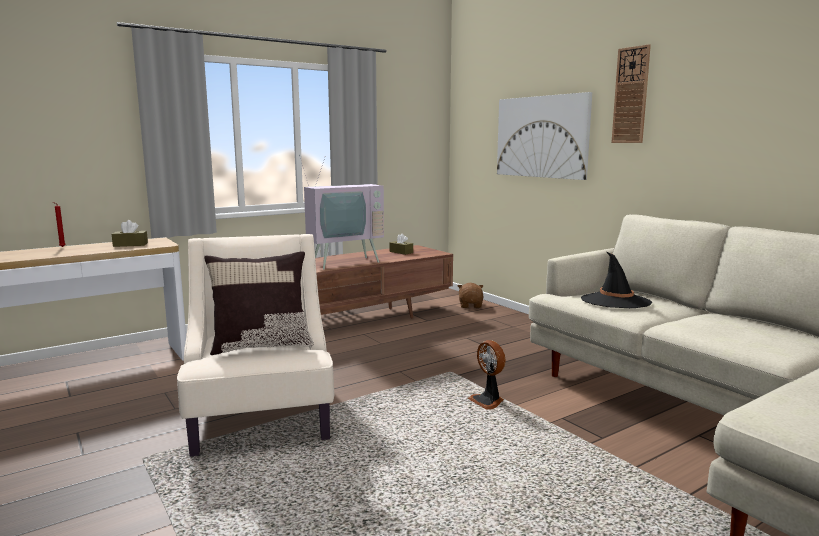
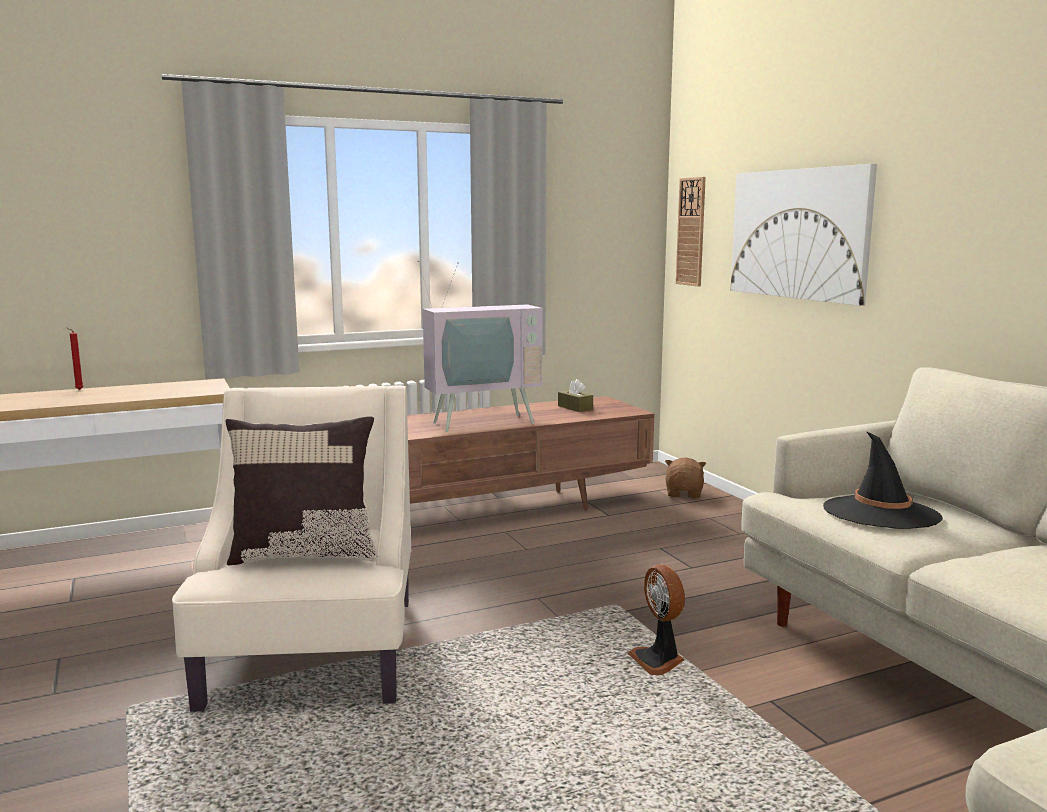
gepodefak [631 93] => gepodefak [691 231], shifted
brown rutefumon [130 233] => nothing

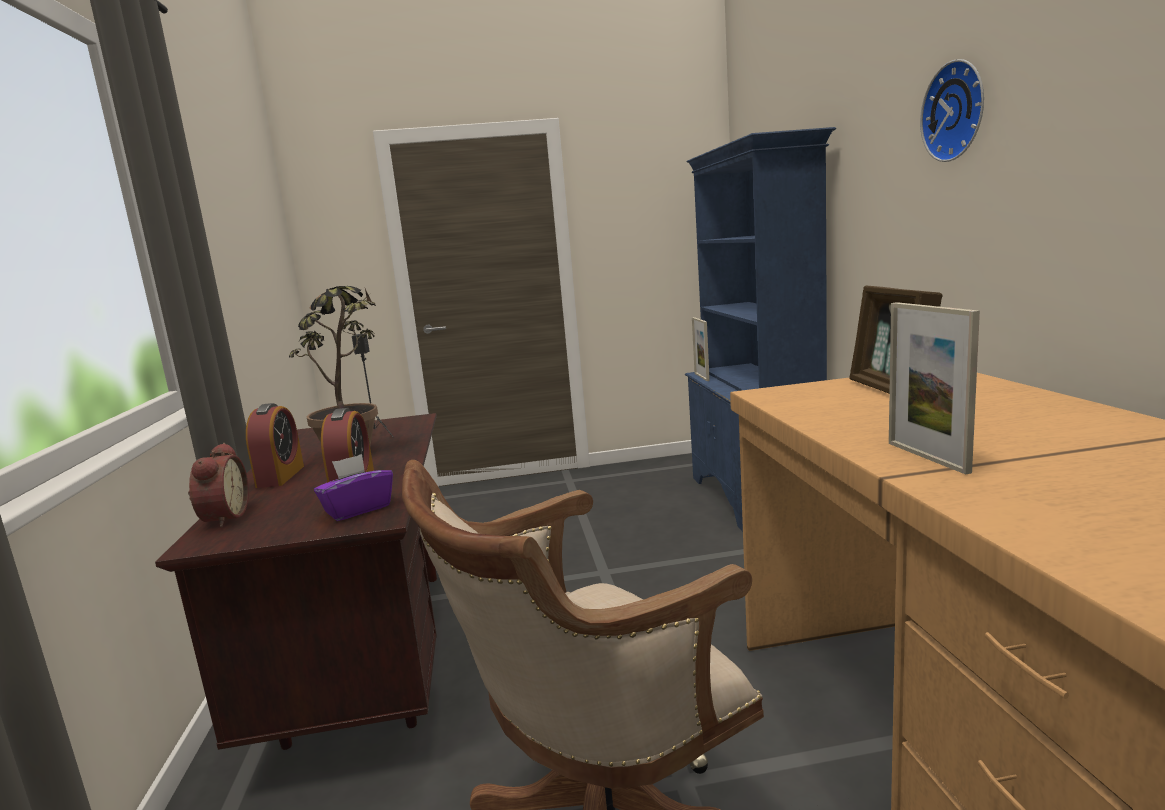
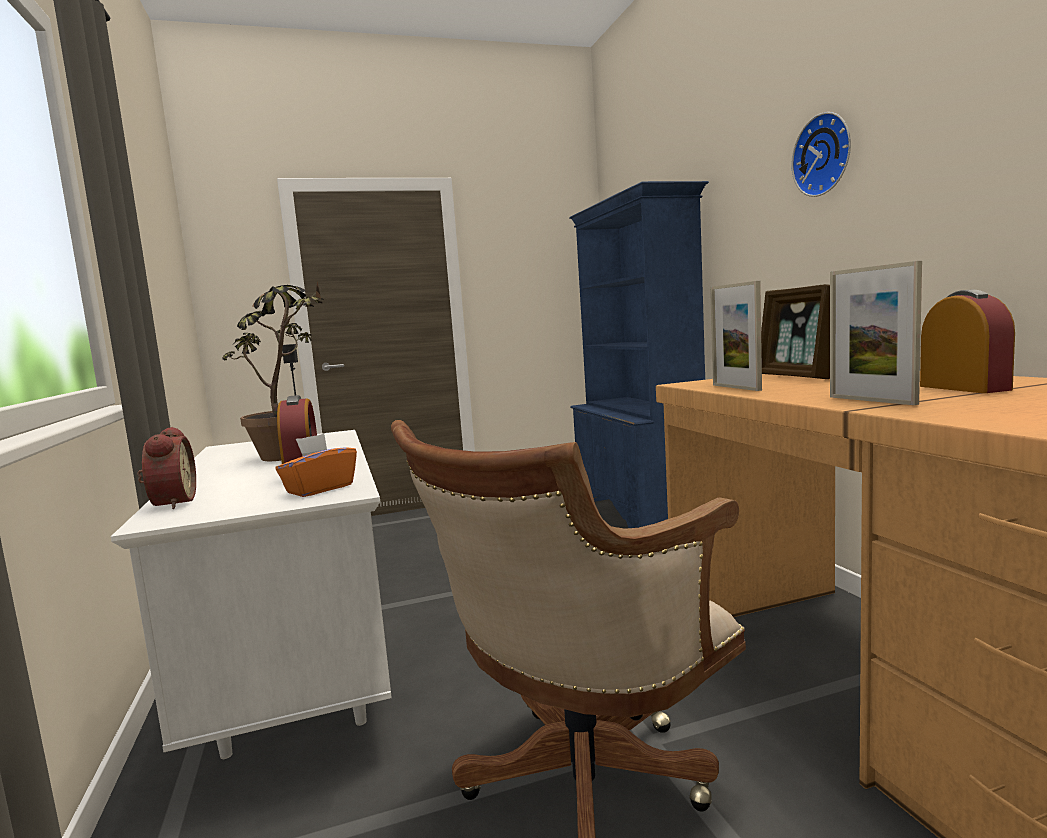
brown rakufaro [296 581] => white rakufaro [251 594]
purple rutefumon [353 487] => orange rutefumon [316 465]
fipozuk [701 349] => fipozuk [736 336], shifted
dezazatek [275 445] => dezazatek [967 341], shifted

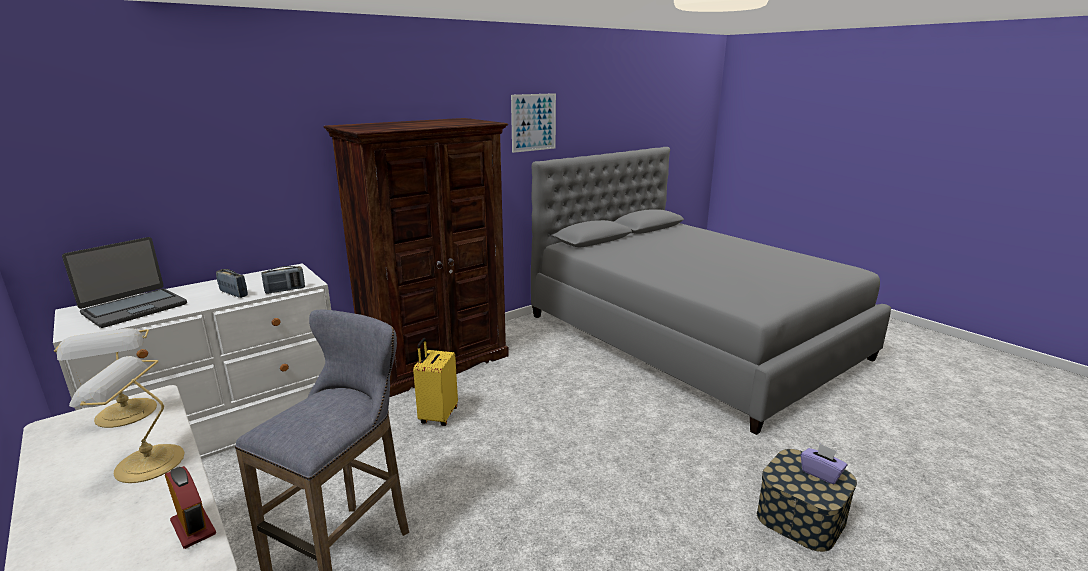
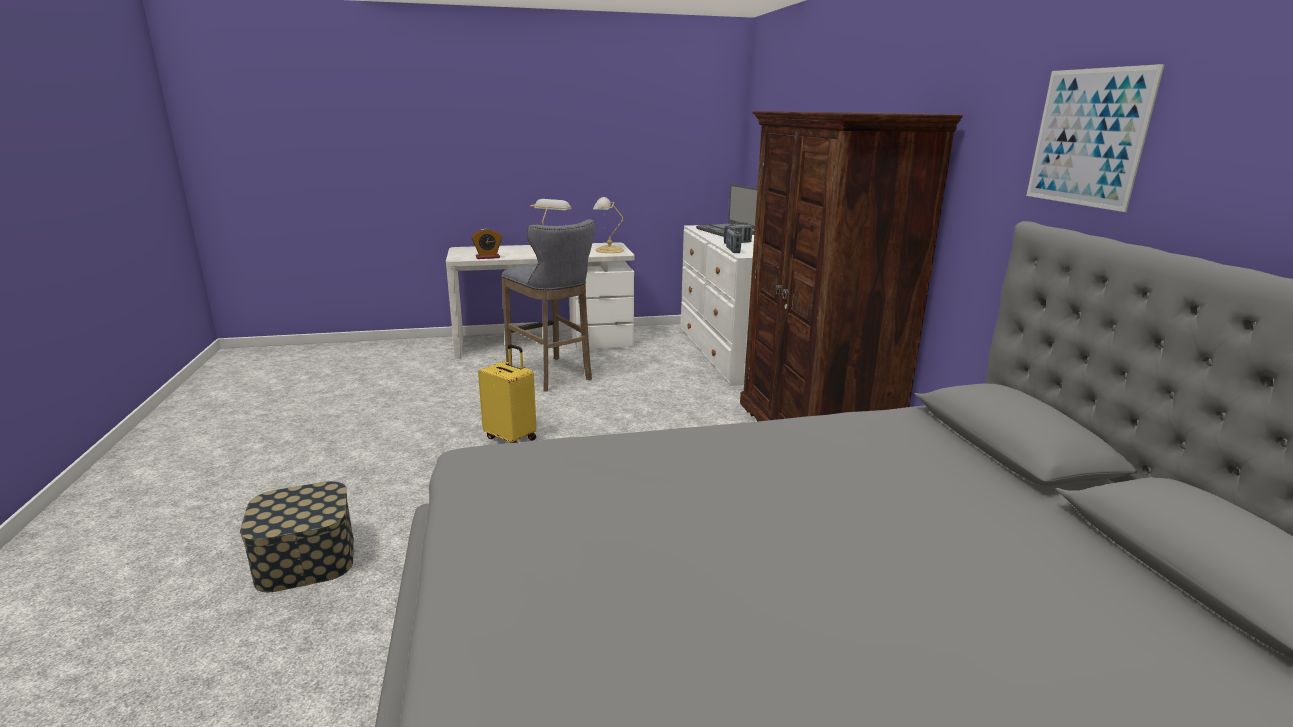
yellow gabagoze [435 382] => yellow gabagoze [507 393], shifted
purple rutefumon [824 464] => nothing

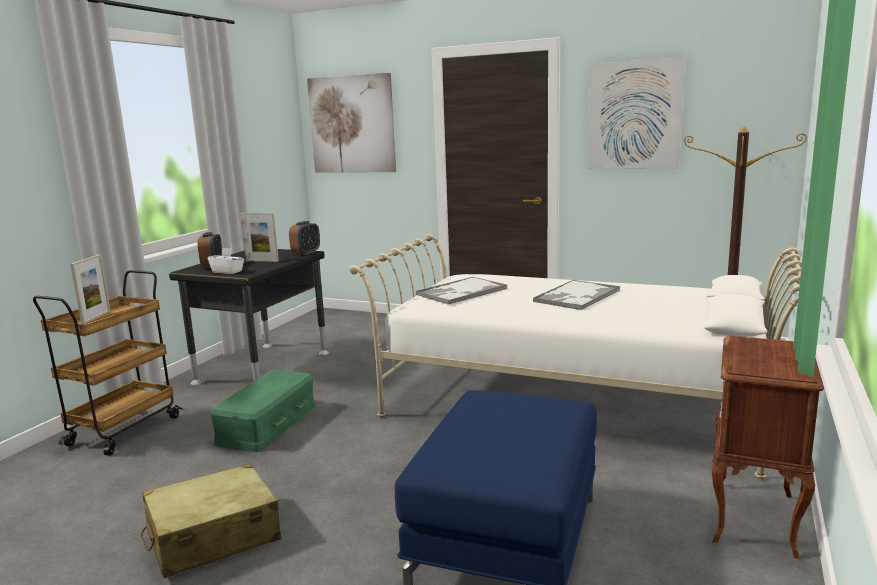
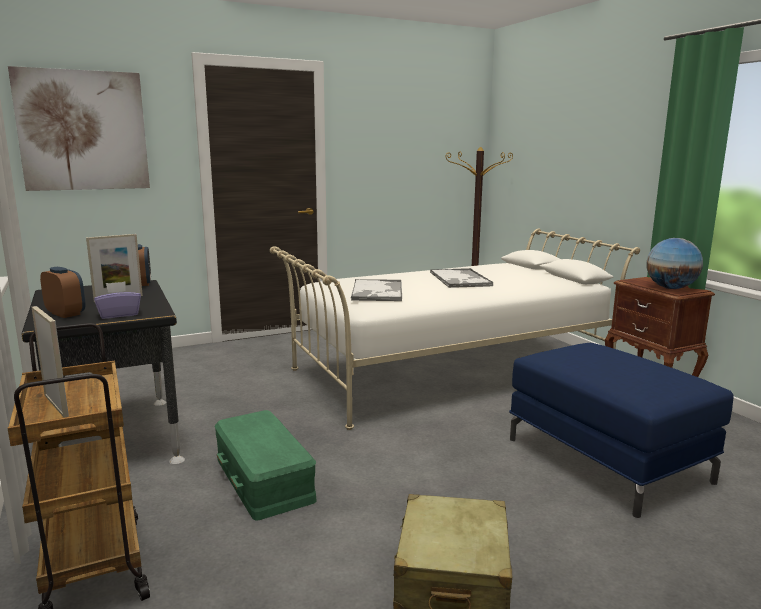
white rutefumon [226 260] => purple rutefumon [117 300]
nothing => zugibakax [674 263]
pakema [636 113] => nothing

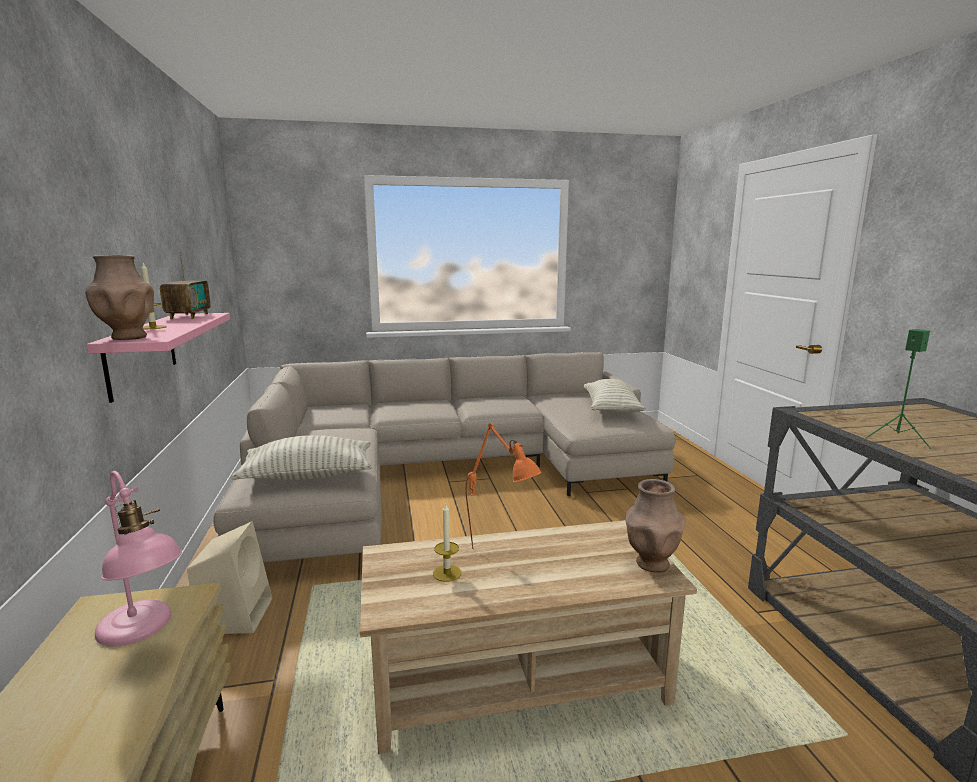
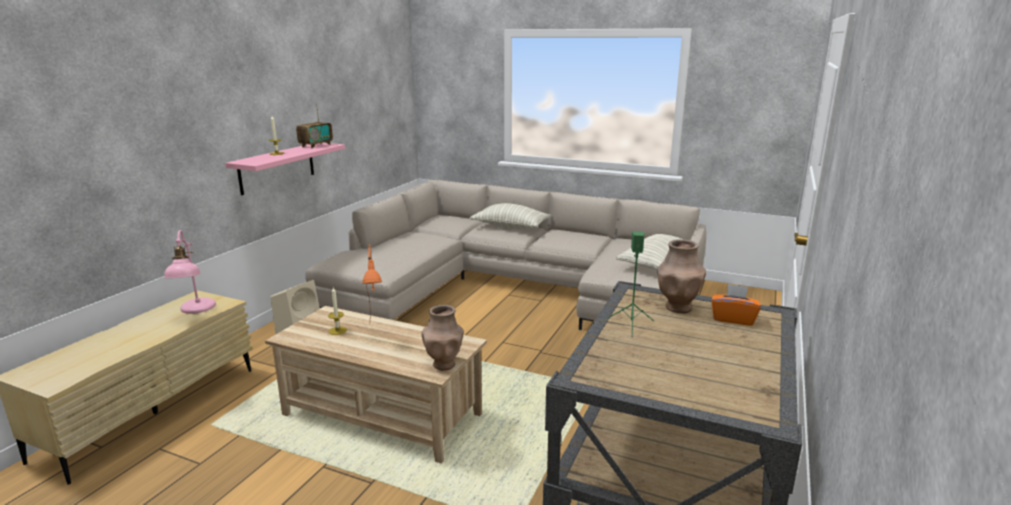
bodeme [302 457] => bodeme [510 216], shifted
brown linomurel [119 297] => brown linomurel [681 276], shifted
nothing => orange rutefumon [736 305]

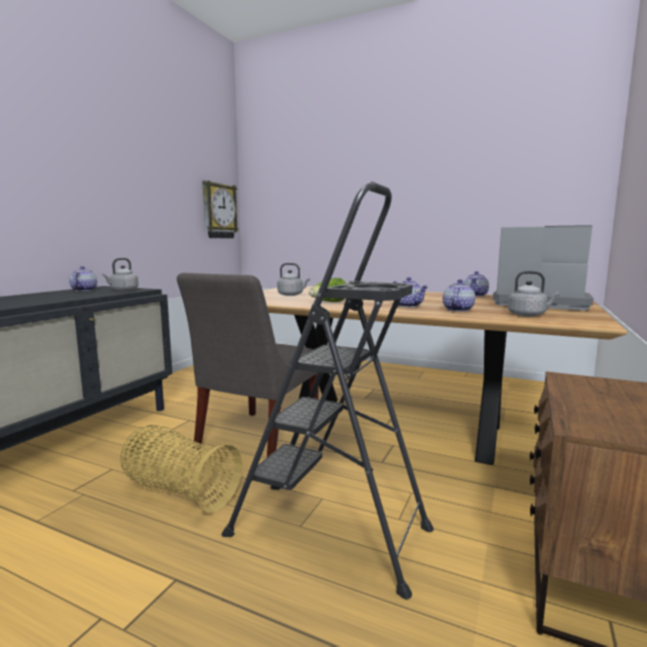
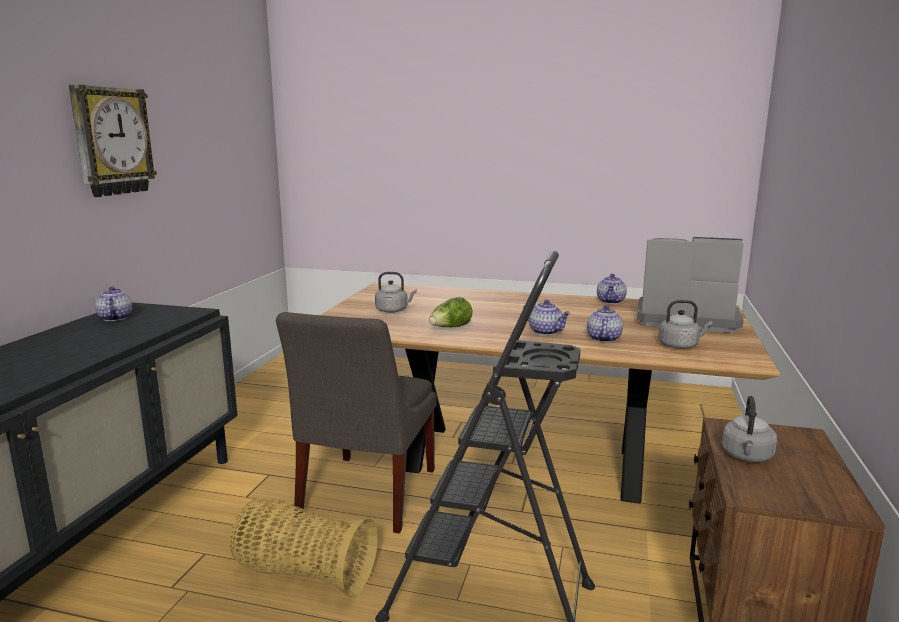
gepodefak [220 209] => gepodefak [113 141], shifted
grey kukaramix [120 274] => grey kukaramix [749 429], shifted

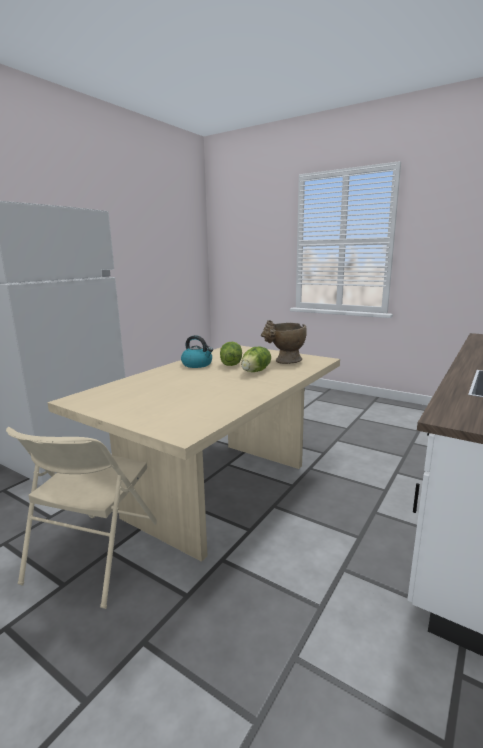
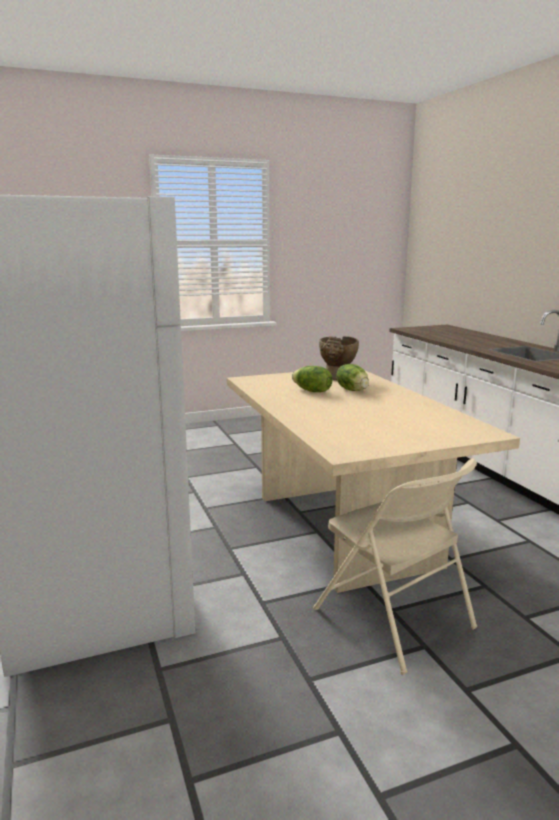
kukaramix [197 351] => nothing

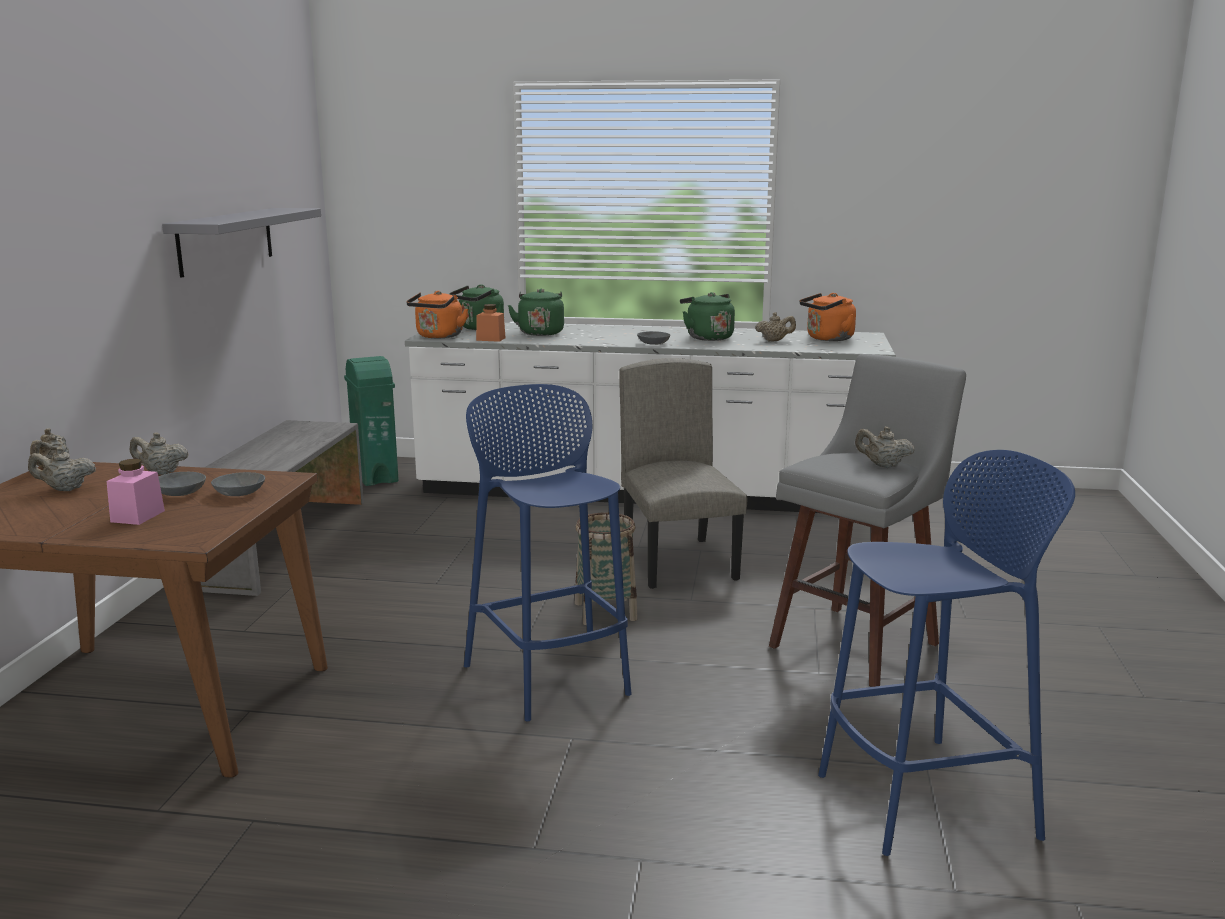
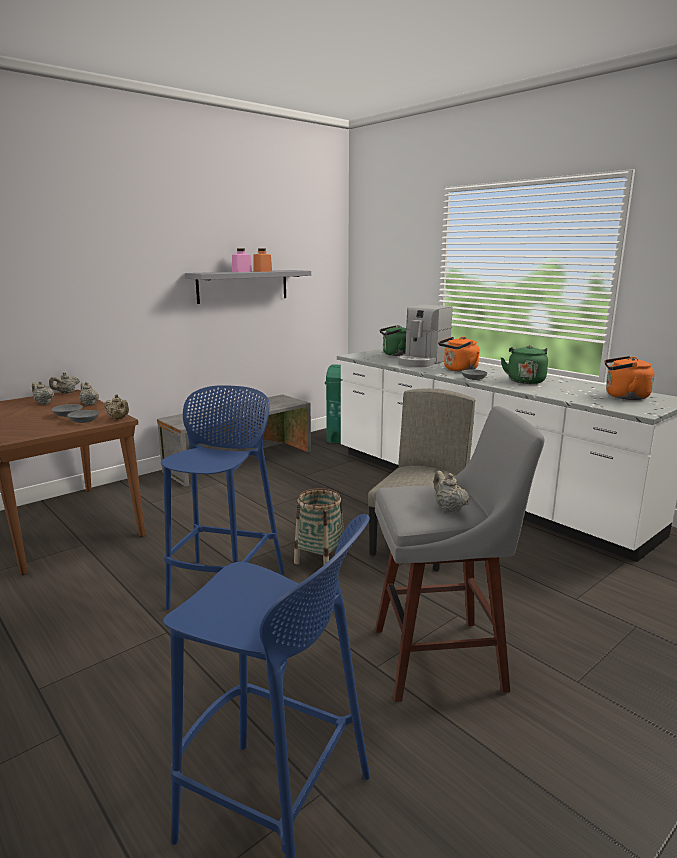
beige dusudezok [775 326] => beige dusudezok [116 407], shifted
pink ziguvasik [136 492] => pink ziguvasik [242 260], shifted
orange ziguvasik [491 323] => orange ziguvasik [262 260], shifted
green kukaramix [536 312] => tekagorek [424 335]
orange kukaramix [437 314] => orange kukaramix [458 354], shifted

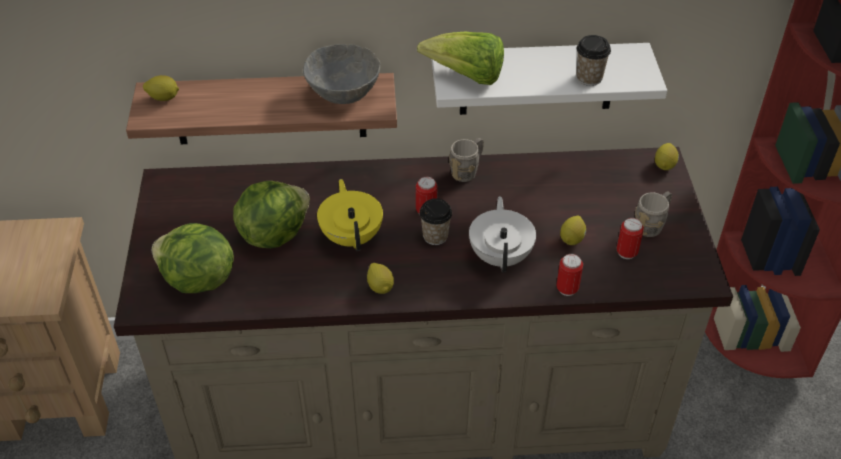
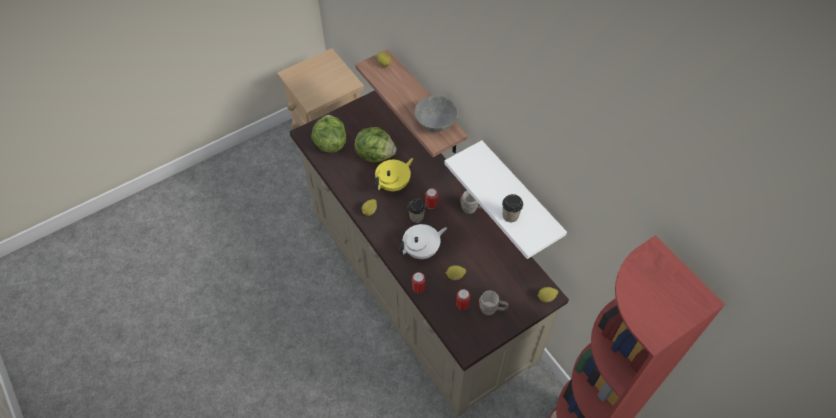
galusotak [460 58] => nothing

